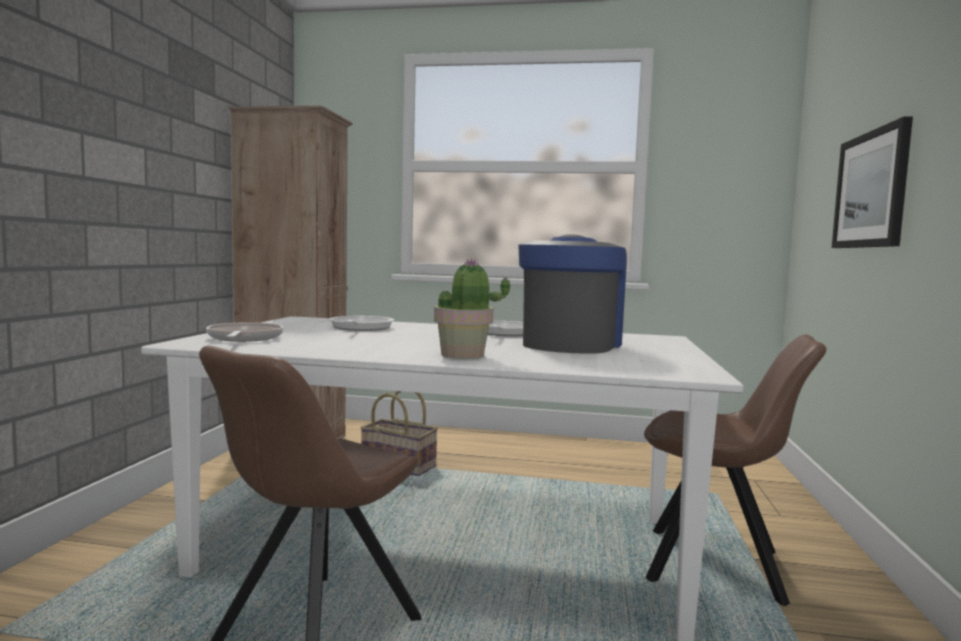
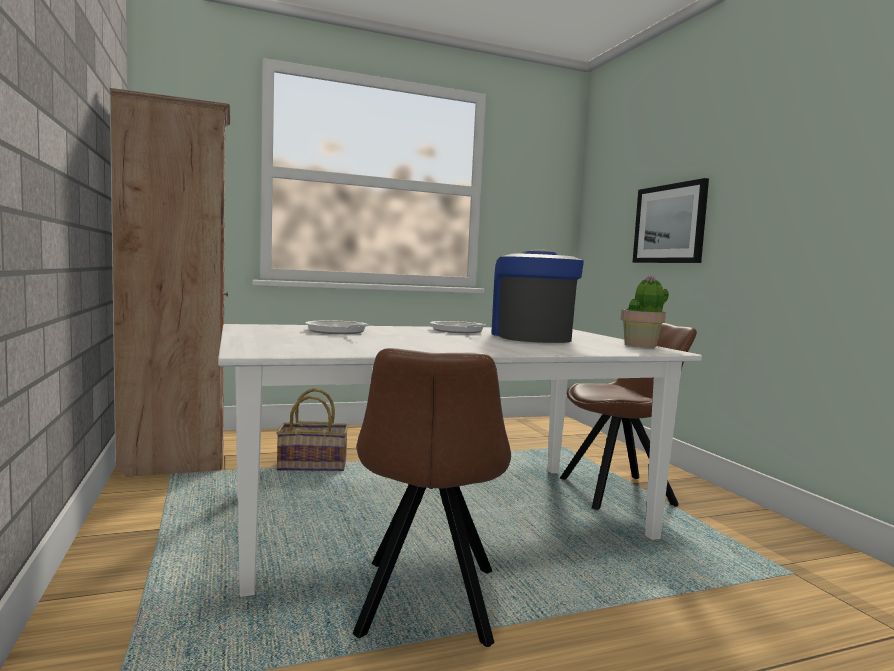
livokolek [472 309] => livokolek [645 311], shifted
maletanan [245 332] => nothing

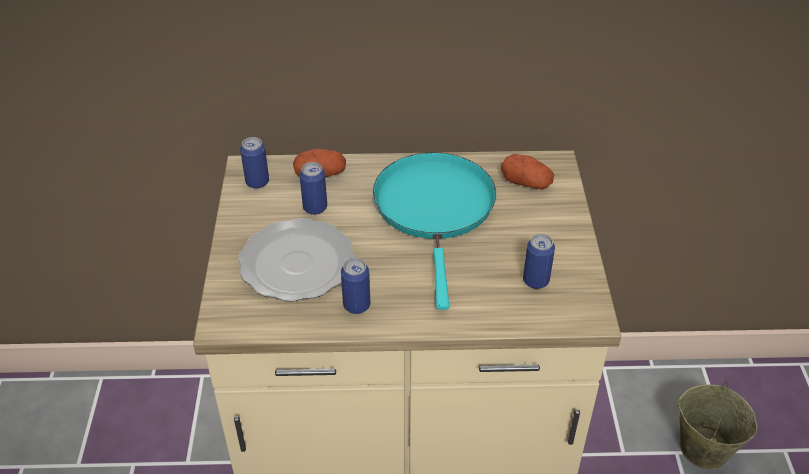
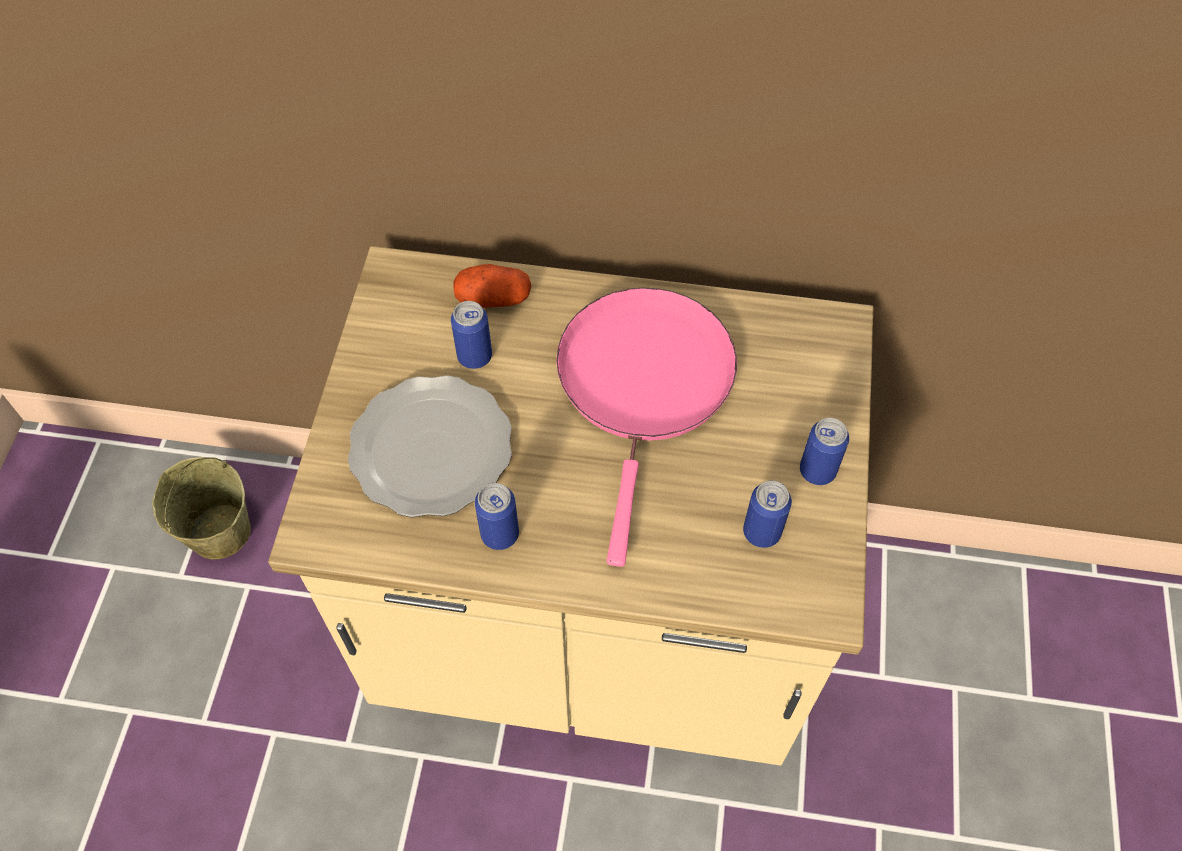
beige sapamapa [718 424] => beige sapamapa [201 508], shifted
turquoise maletanan [434 231] => pink maletanan [646 427]
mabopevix [254 163] => mabopevix [824 451], shifted
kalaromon [527 171] => nothing

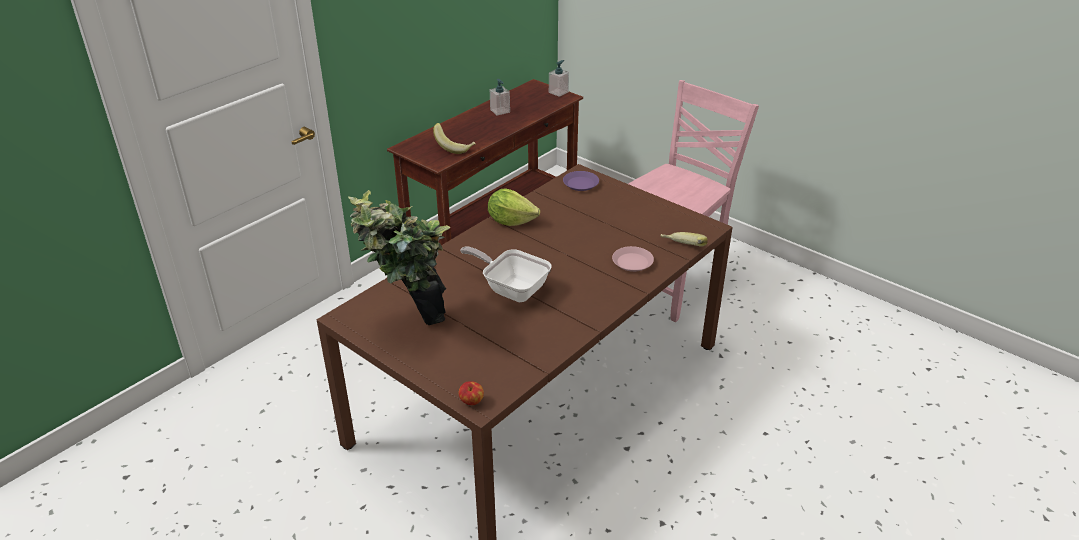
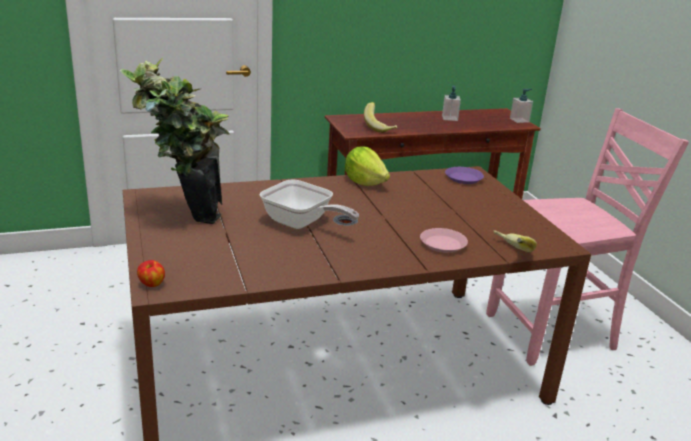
maletanan [506 274] => maletanan [309 204], 150 degrees clockwise

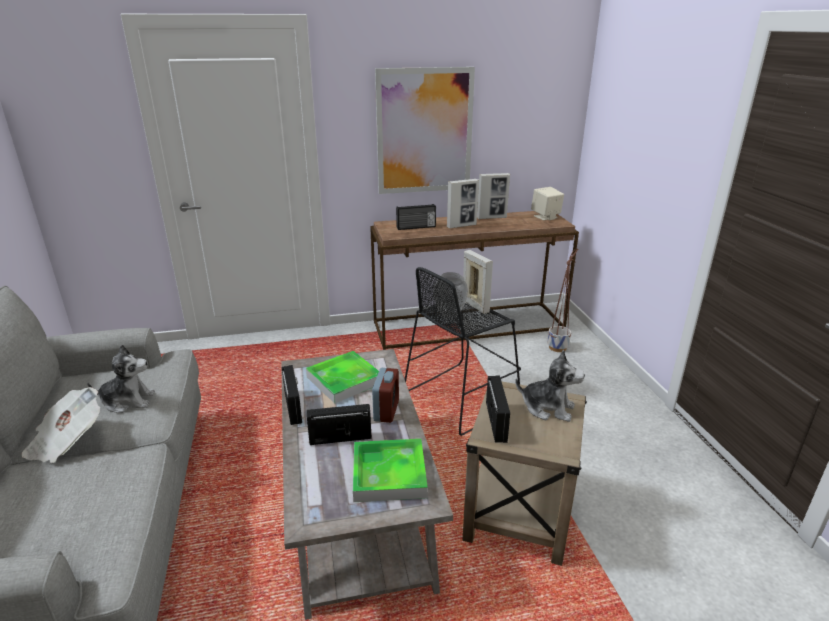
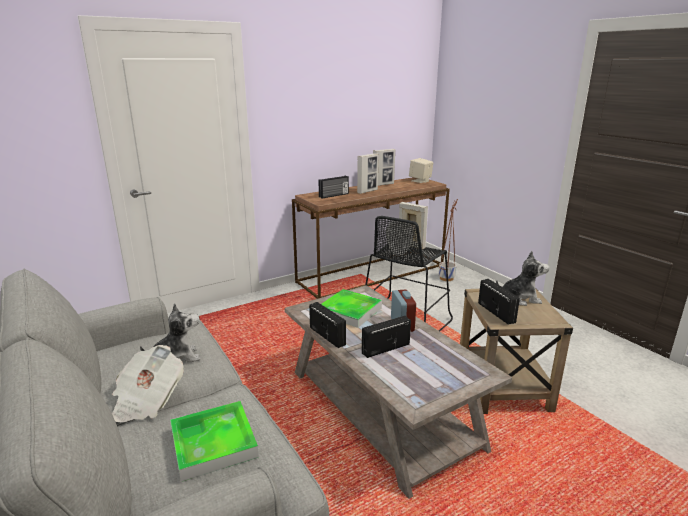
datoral [390 470] => datoral [214 441], shifted
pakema [425 130] => nothing

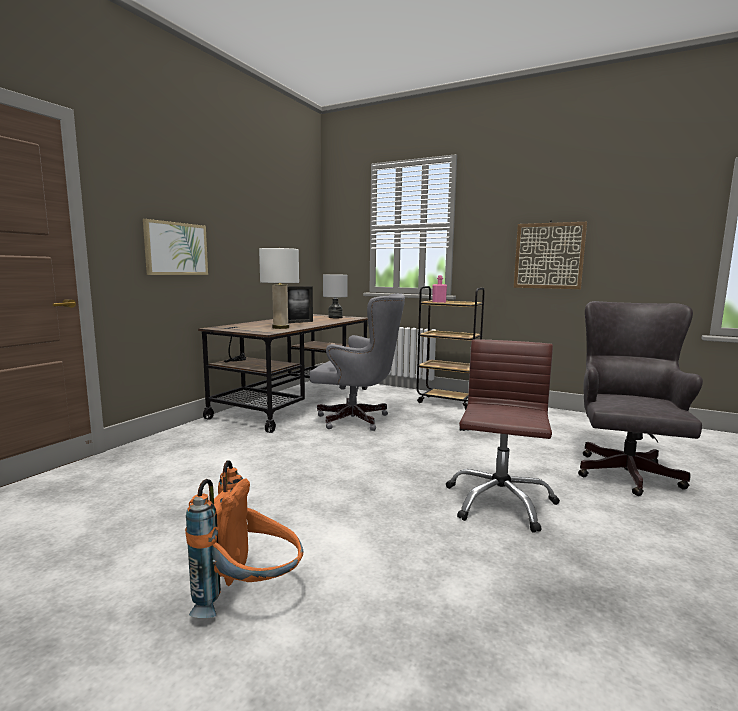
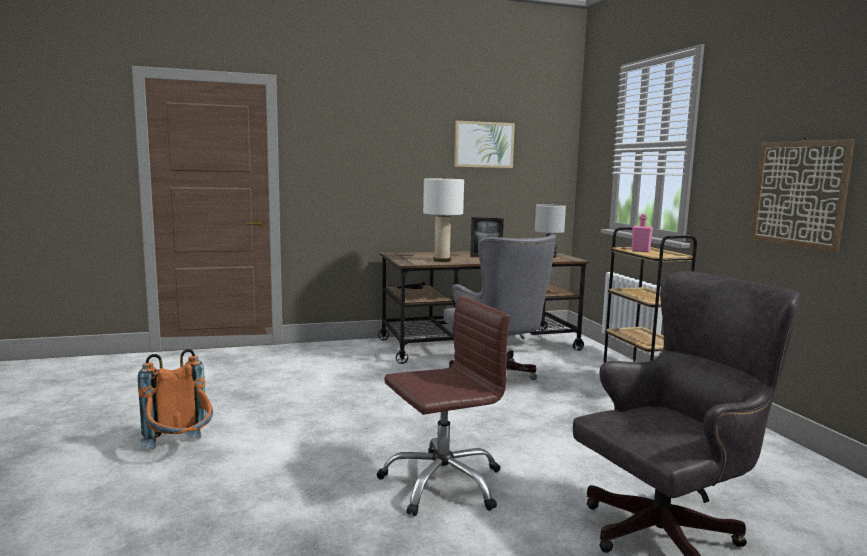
pakema [175 247] => pakema [484 144], shifted

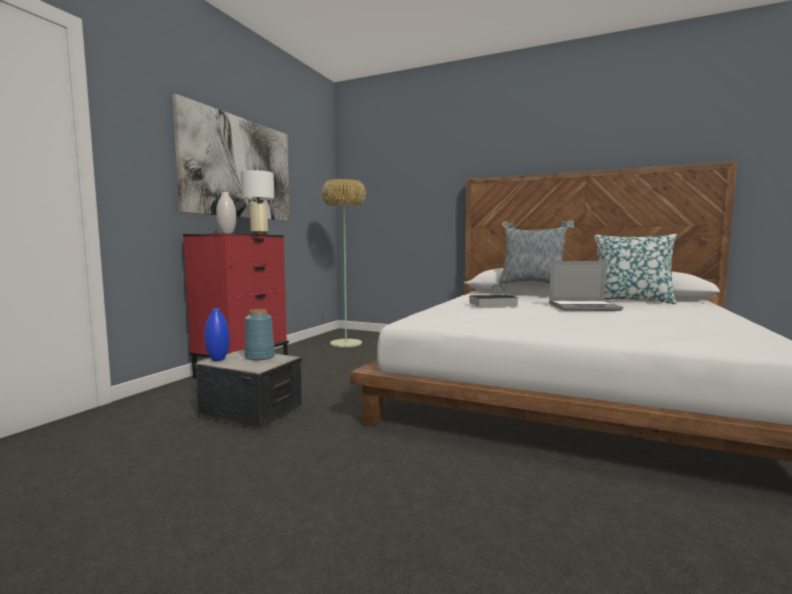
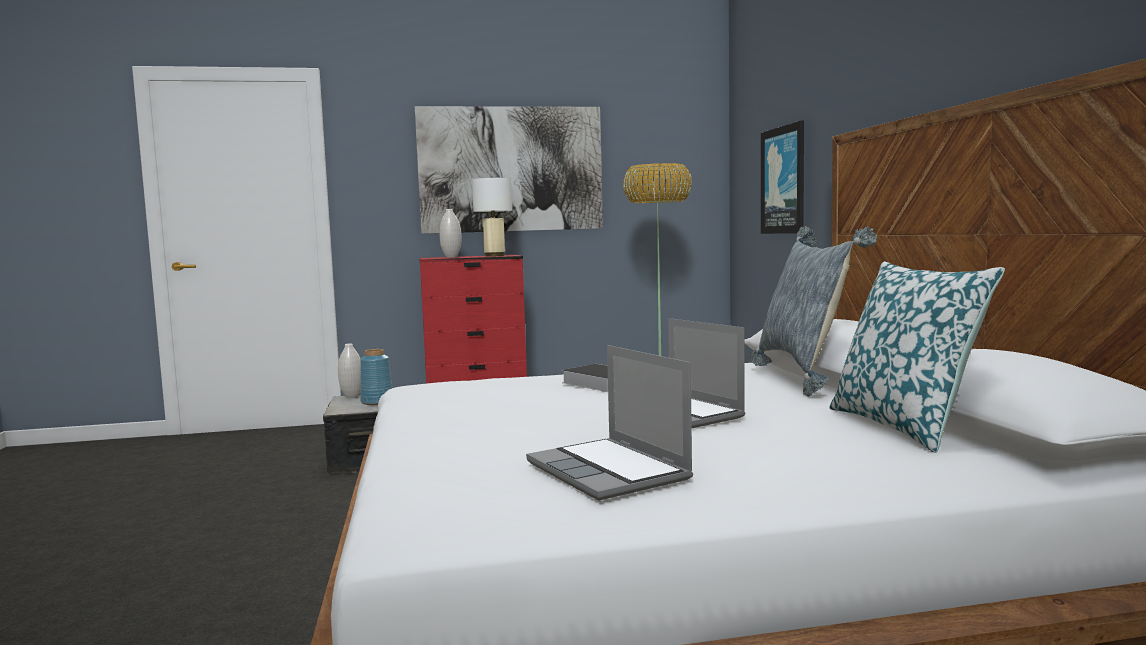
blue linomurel [217 334] => white linomurel [349 370]
nothing => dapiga [609 423]
nothing => pakema [782 177]

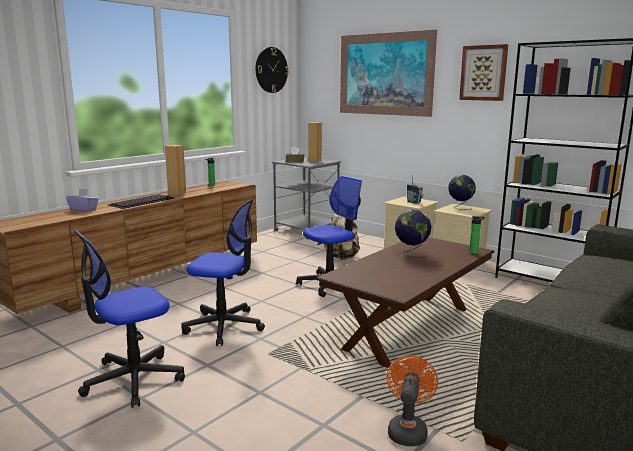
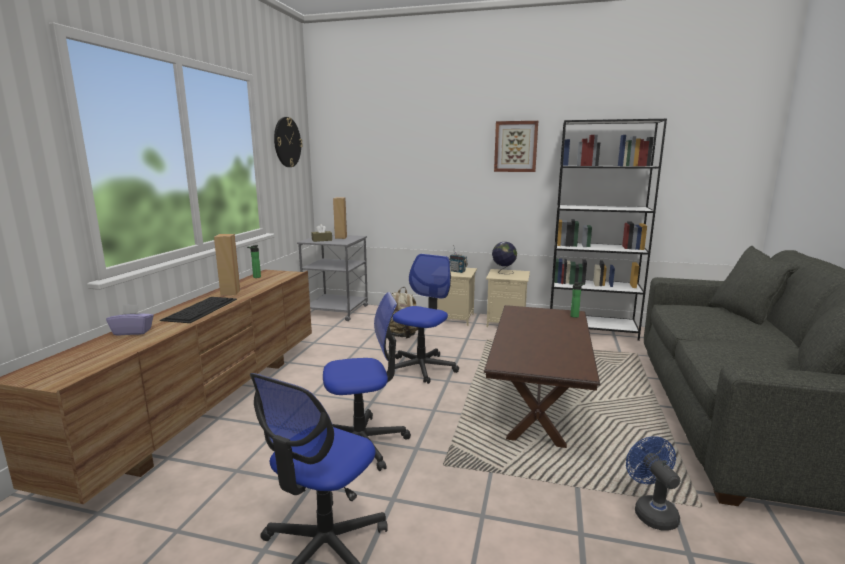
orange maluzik [412 401] => blue maluzik [653 484]
pakema [388 73] => nothing
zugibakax [413 234] => nothing

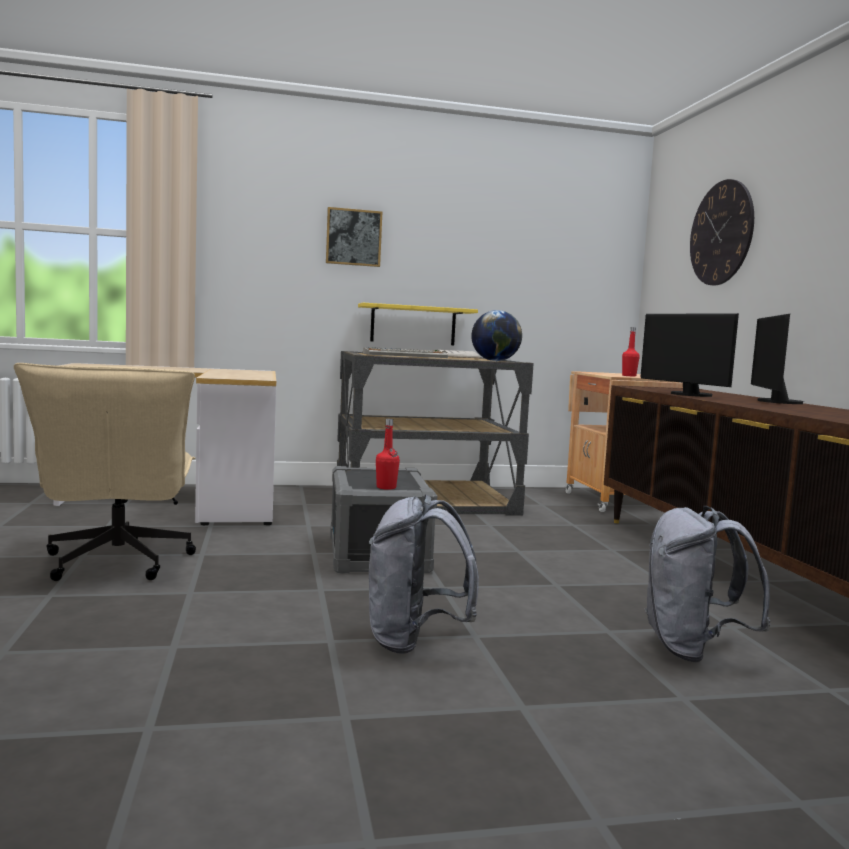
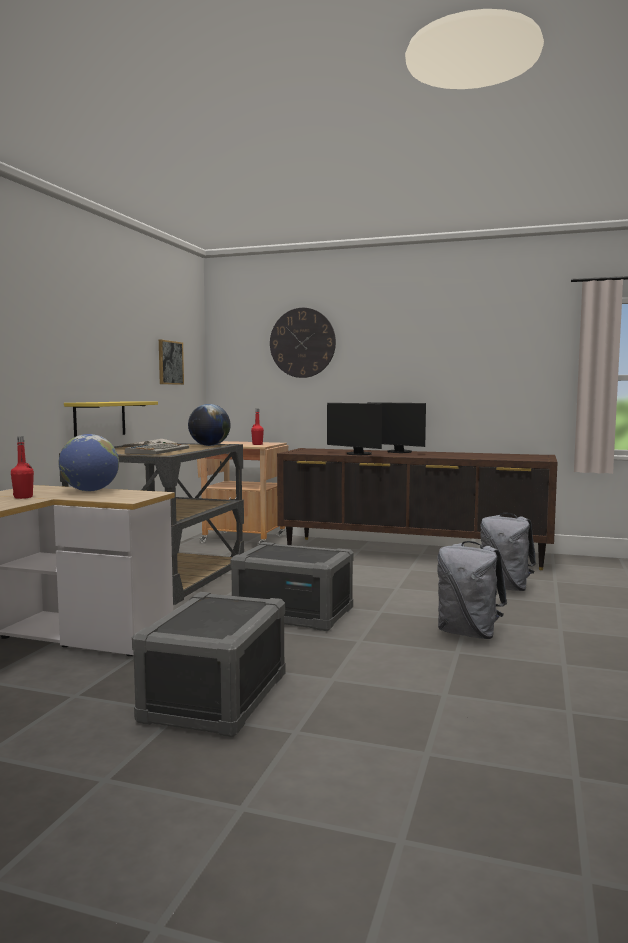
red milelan [388 454] => red milelan [22 468], shifted
nothing => zugibakax [88 463]
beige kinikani [105 472] => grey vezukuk [208 664]
pakema [354 237] => pakema [171 362], shifted
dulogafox [689 355] => dulogafox [354 429], 45 degrees clockwise

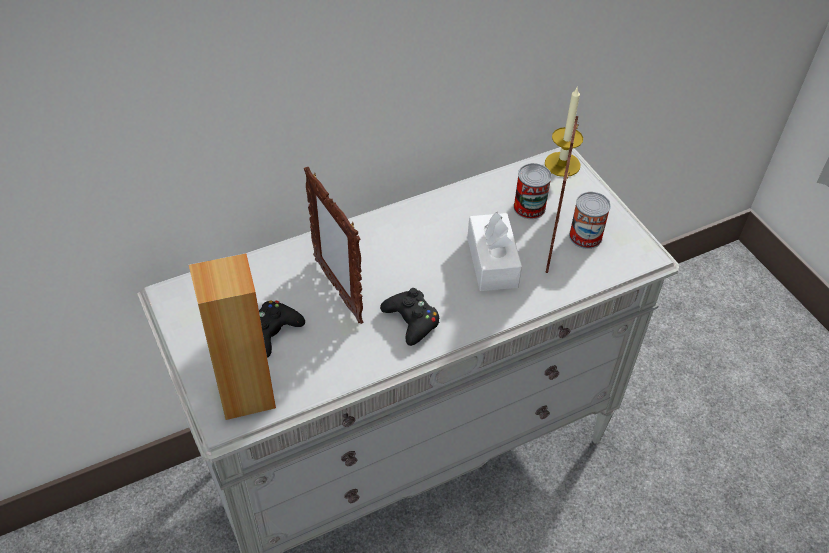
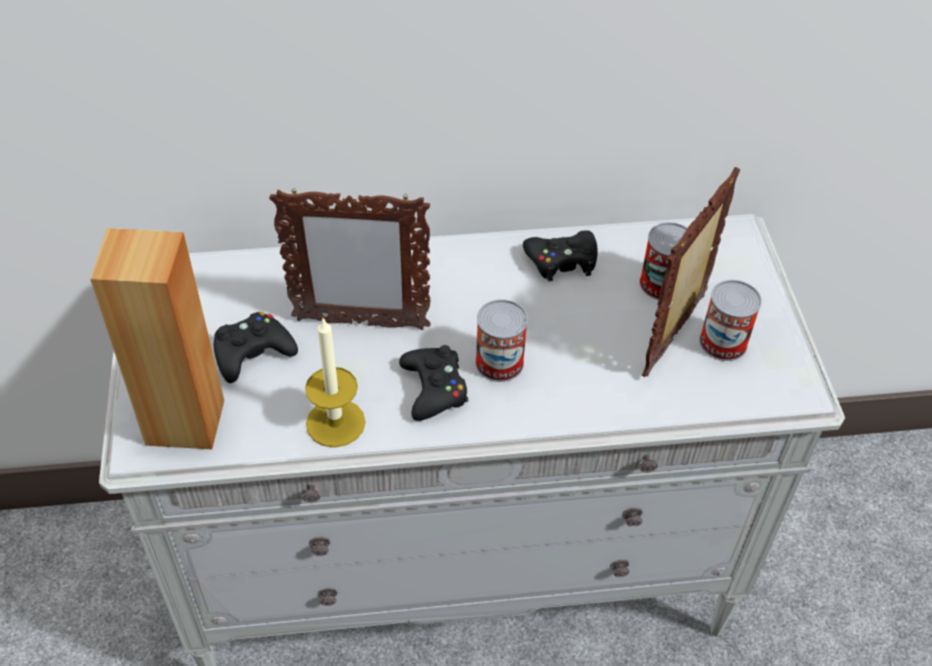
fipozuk [334 245] => fipozuk [349 259], 75 degrees counterclockwise
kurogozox [564 131] => kurogozox [335 382], shifted
nothing => mabopevix [501 340]
nothing => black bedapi [560 255]
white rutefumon [494 251] => nothing

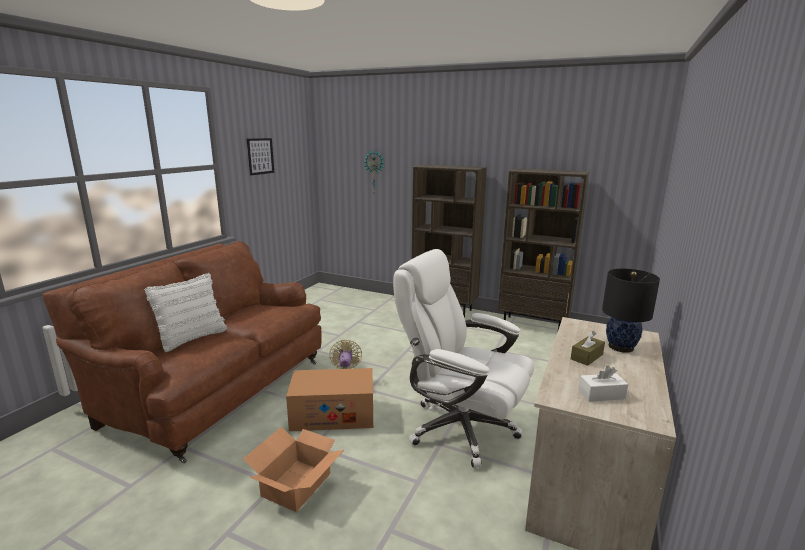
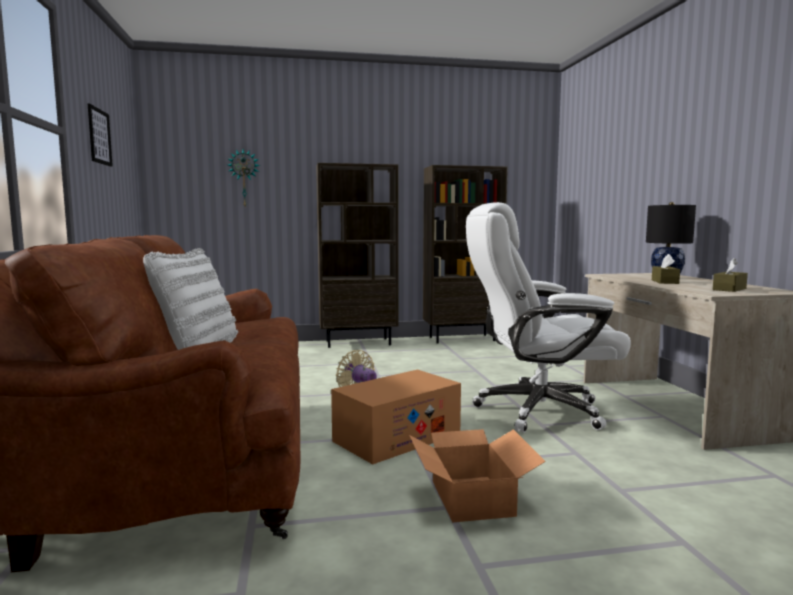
white rutefumon [603 383] => brown rutefumon [730 275]

